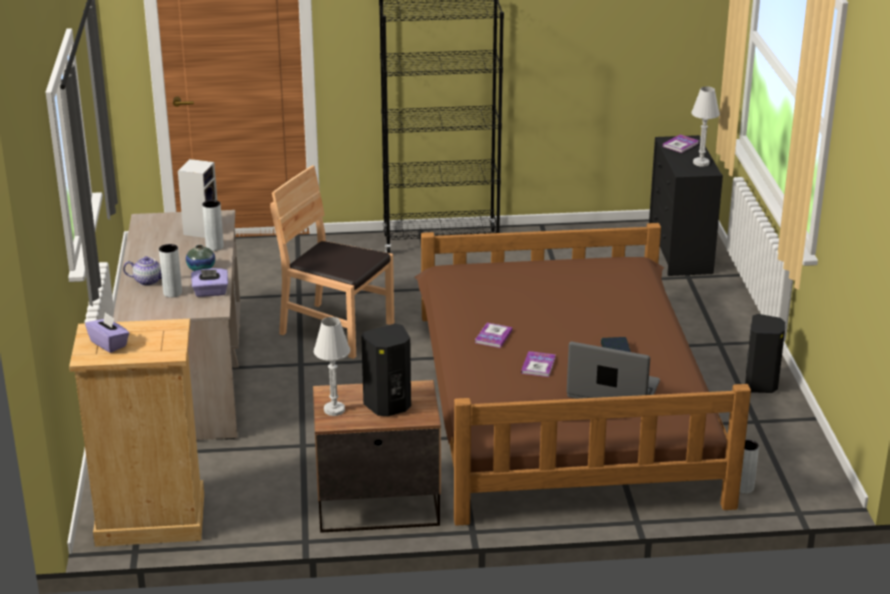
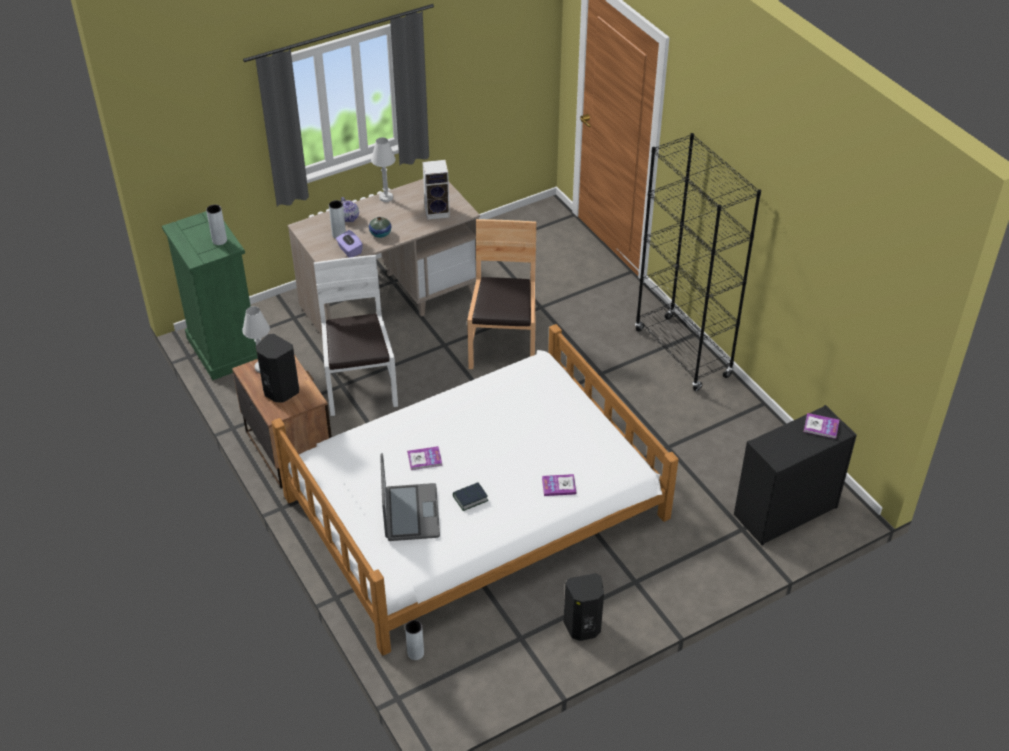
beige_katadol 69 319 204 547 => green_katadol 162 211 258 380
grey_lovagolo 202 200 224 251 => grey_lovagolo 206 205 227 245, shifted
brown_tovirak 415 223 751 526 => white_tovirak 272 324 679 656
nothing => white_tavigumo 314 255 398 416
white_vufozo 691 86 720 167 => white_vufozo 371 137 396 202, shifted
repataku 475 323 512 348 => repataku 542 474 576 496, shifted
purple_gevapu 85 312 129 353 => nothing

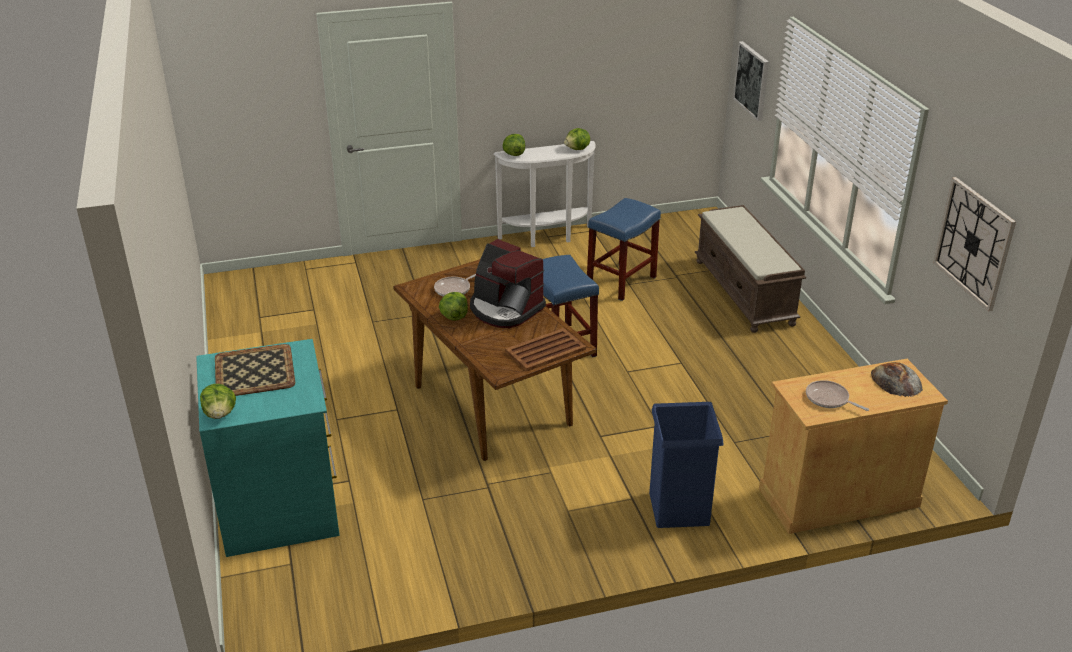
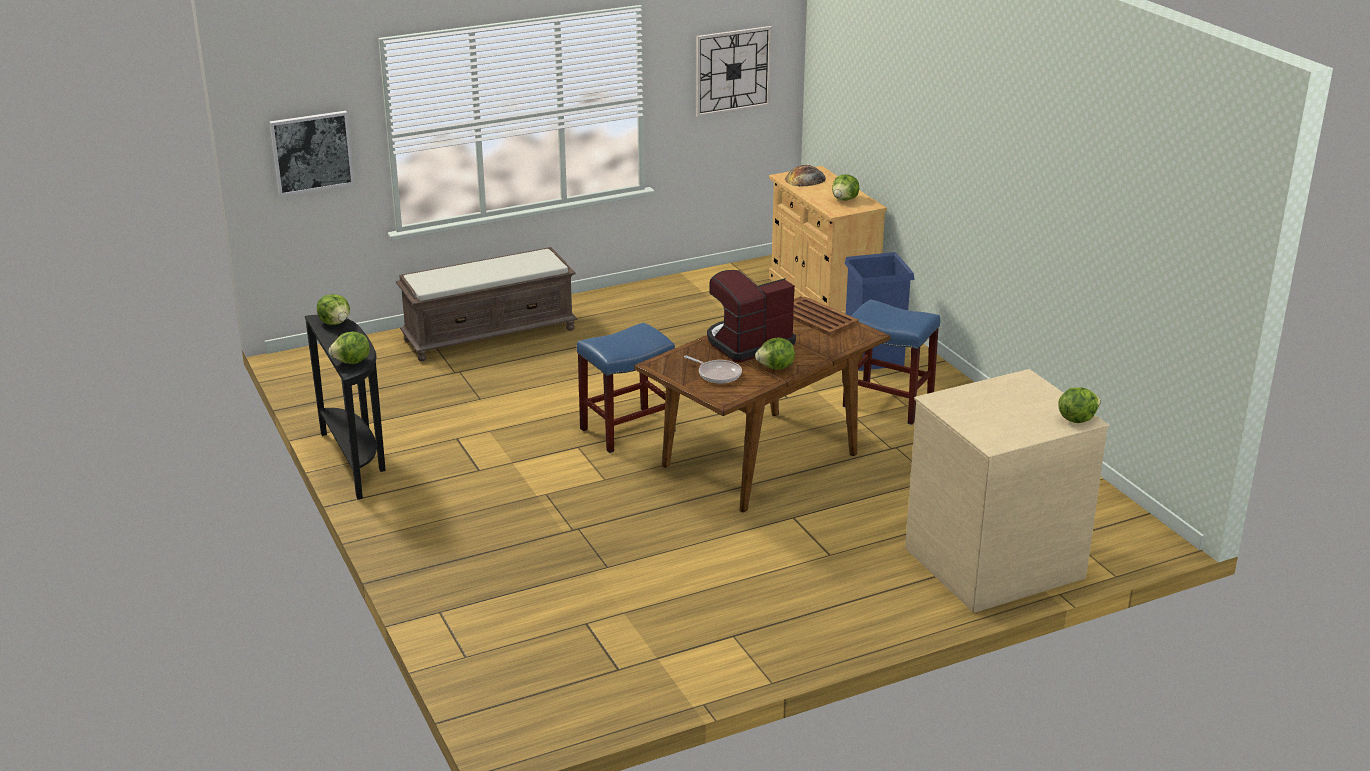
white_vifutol 494 141 596 247 => black_vifutol 305 315 386 499
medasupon 470 239 546 328 => medasupon 707 270 796 362, 150 degrees counterclockwise
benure 806 380 869 411 => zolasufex 832 174 859 200
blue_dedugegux 587 198 661 301 => blue_dedugegux 843 299 940 425, shifted
turquoise_katadol 196 339 340 557 => beige_katadol 905 369 1109 612
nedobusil 215 344 295 396 => nothing

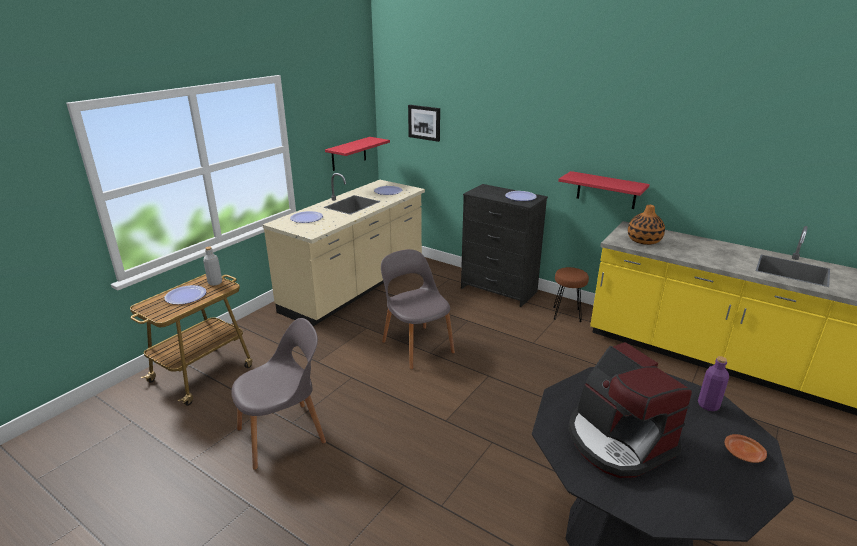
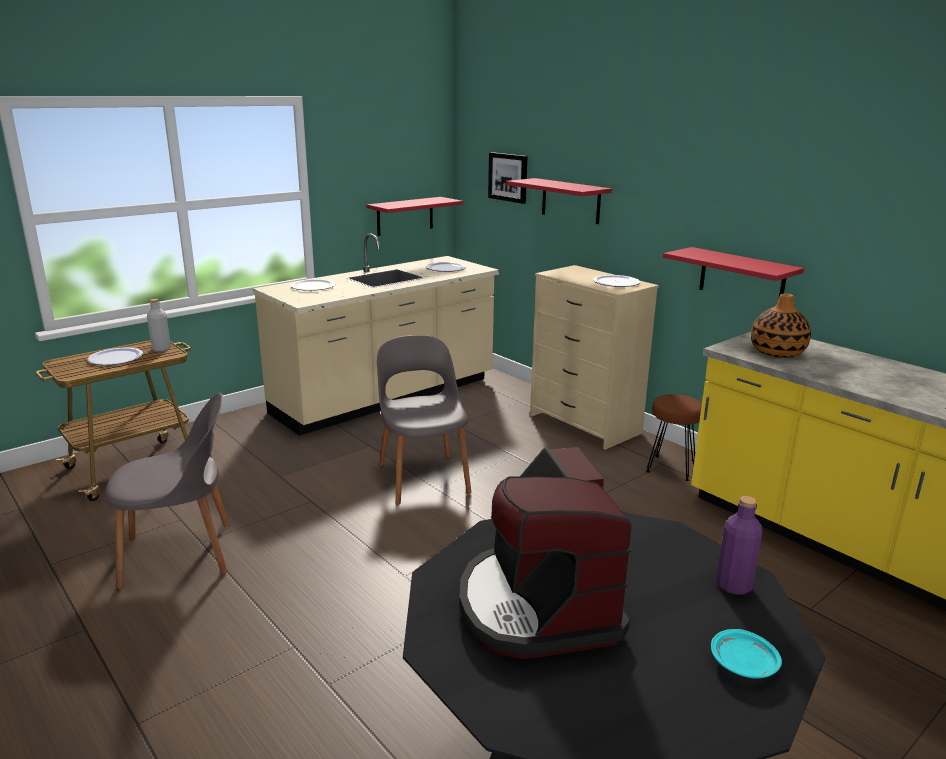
nothing => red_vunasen 506 178 612 224
black_katadol 461 184 548 307 => beige_katadol 530 265 659 450
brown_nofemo 725 434 767 463 => turquoise_nofemo 711 629 782 679

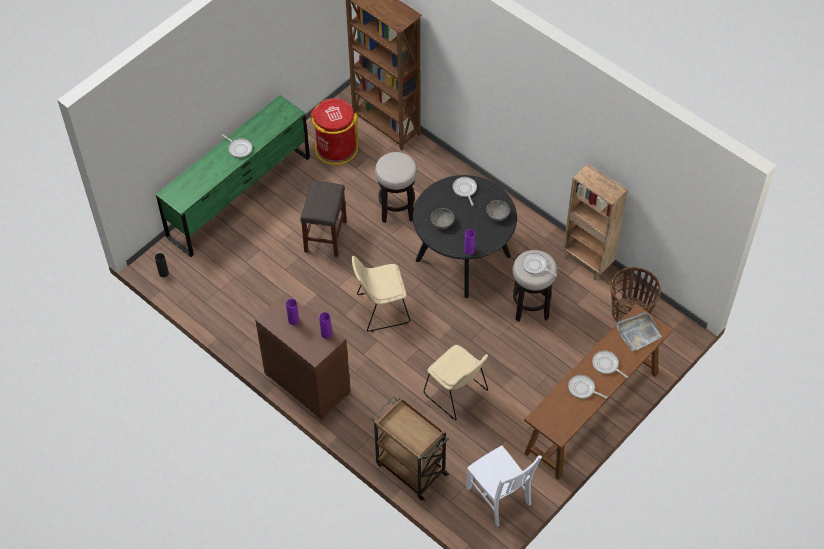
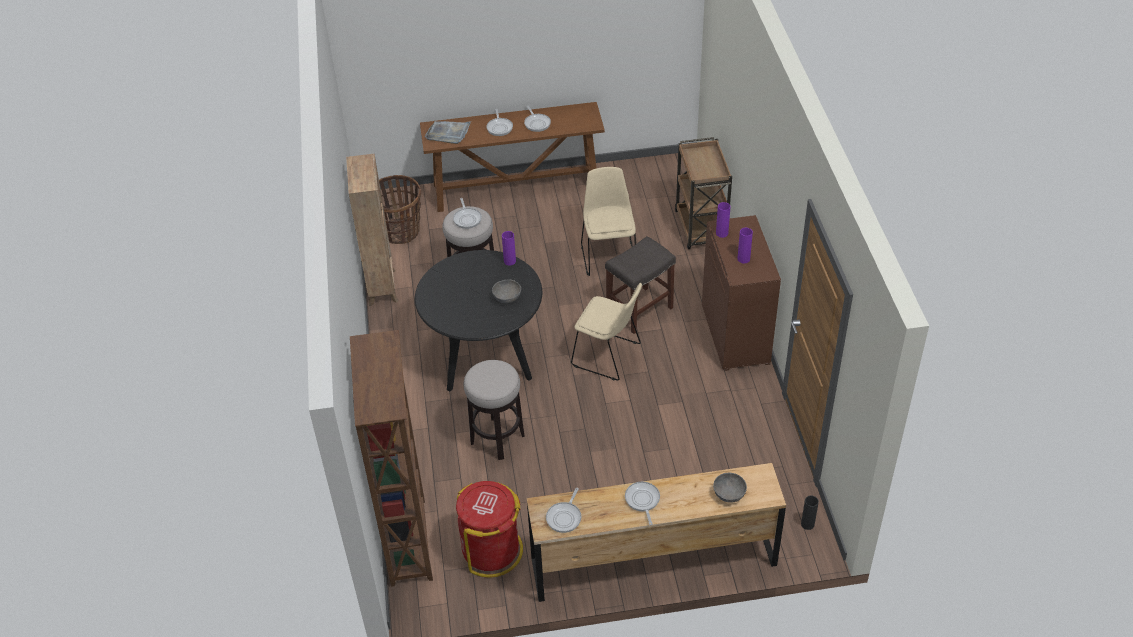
green_katadol 156 95 310 257 => brown_katadol 527 463 786 602
benure 453 177 477 206 => benure 546 488 582 533, shifted
grey_dedugegux 300 181 347 257 => grey_dedugegux 605 236 676 334, shifted
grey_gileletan 486 200 510 221 => grey_gileletan 713 473 747 503, shifted
white_tavigumo 466 445 542 527 => nothing

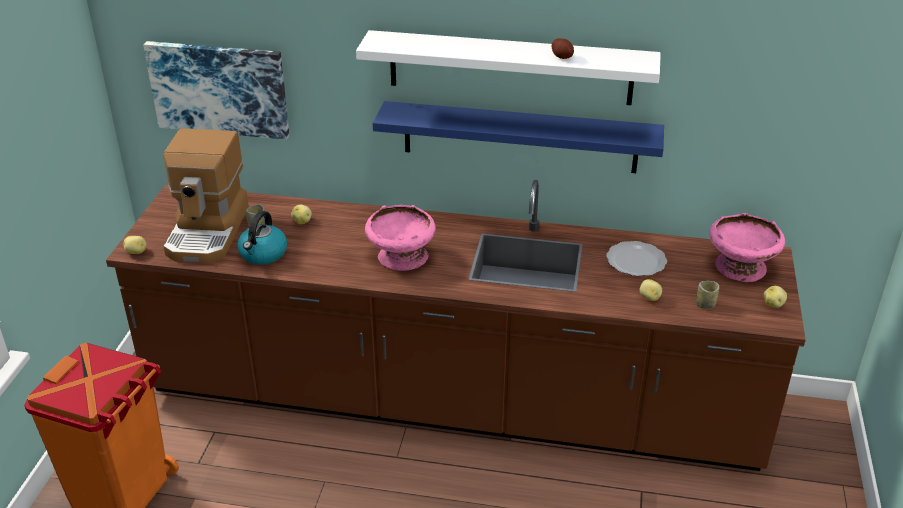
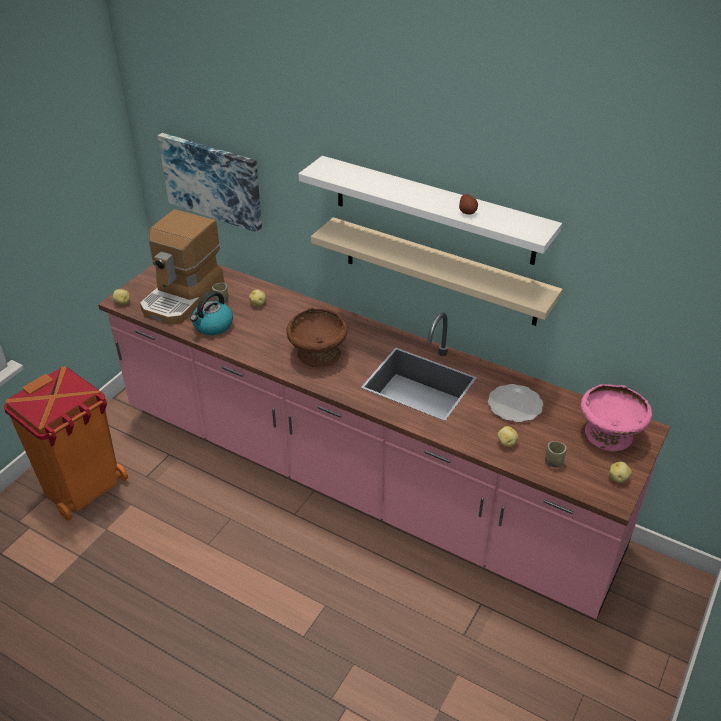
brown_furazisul 106 180 806 471 => pink_furazisul 98 264 670 619
pink_gileletan 365 205 436 271 => brown_gileletan 286 308 347 367
blue_vunasen 373 101 664 173 => beige_vunasen 311 217 562 326

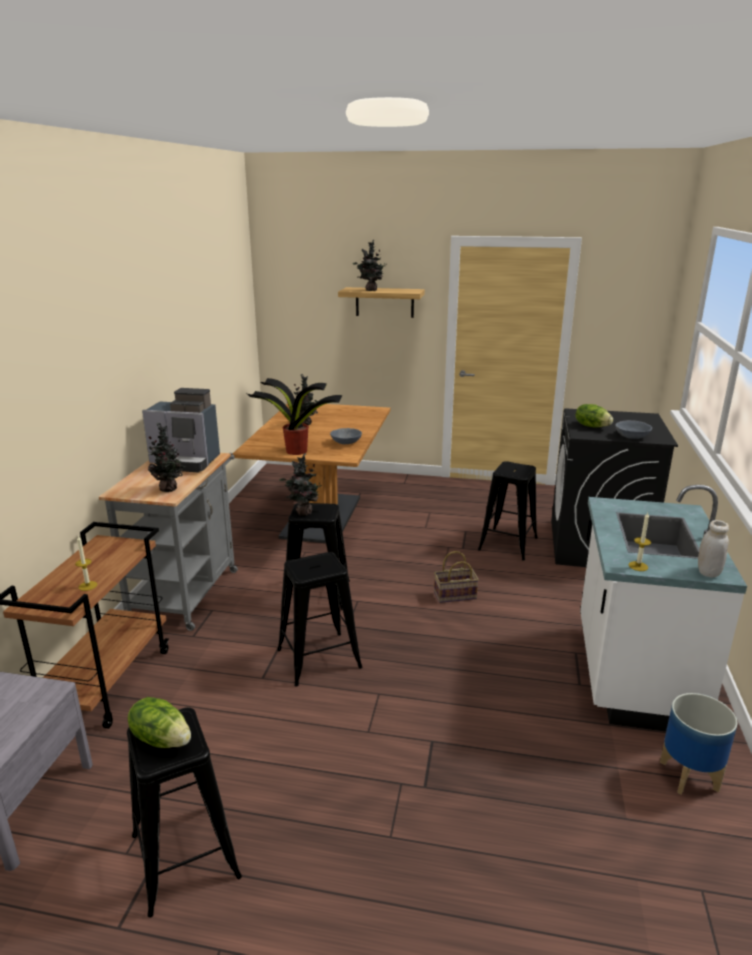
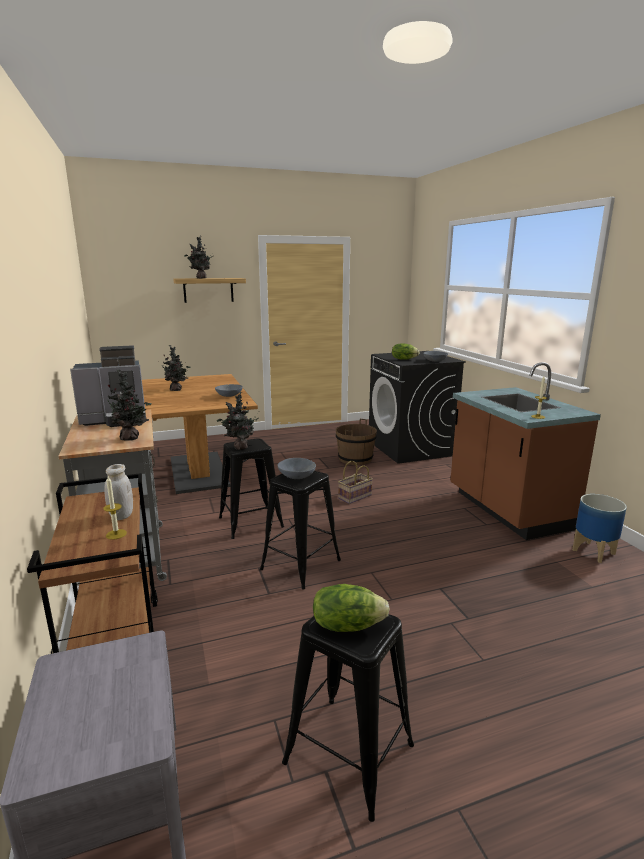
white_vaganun 698 520 729 577 => white_vaganun 104 464 133 520, shifted
nothing => grey_gileletan 277 458 316 479
black_dedugegux 478 461 538 560 => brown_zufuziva 336 419 377 465
white_furazisul 580 485 747 732 => brown_furazisul 450 362 601 540
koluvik 247 378 343 455 => nothing

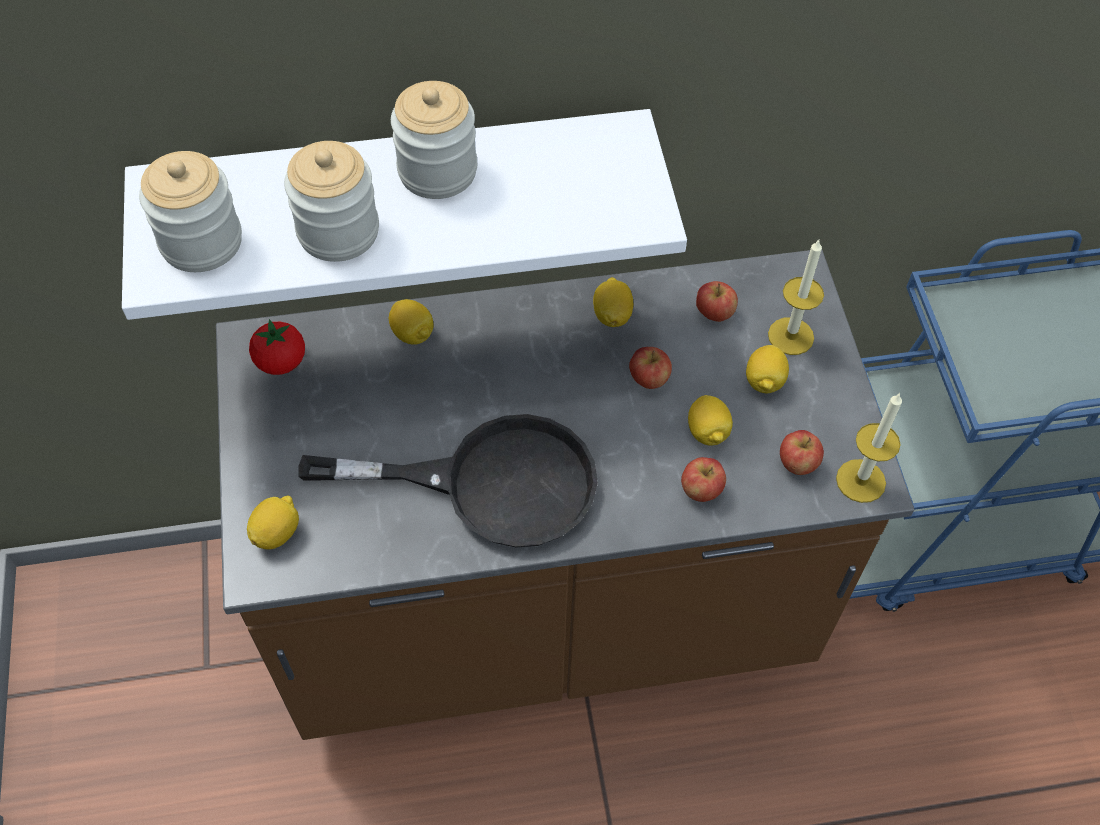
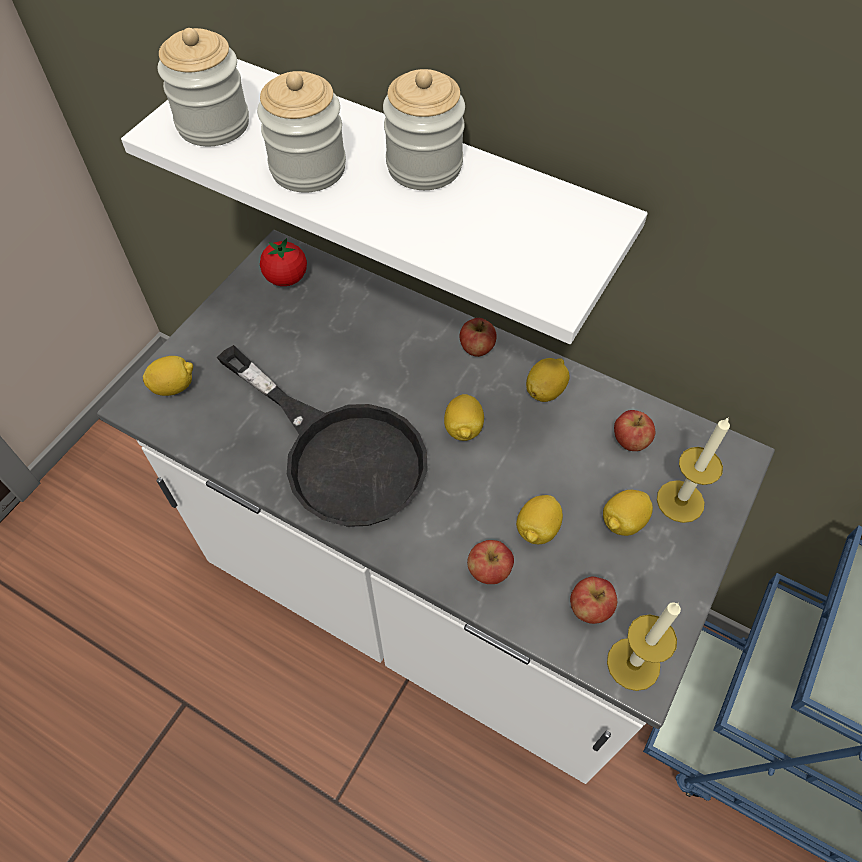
brown_furazisul 216 250 914 740 => white_furazisul 97 230 775 784
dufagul 389 299 433 345 => dufagul 444 394 484 441, shifted
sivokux 629 347 672 389 => sivokux 459 318 497 357, shifted

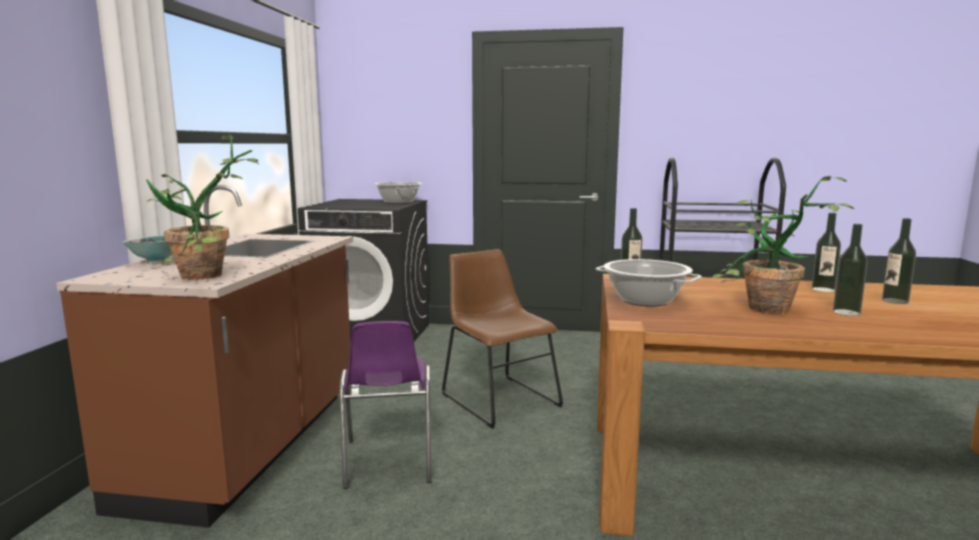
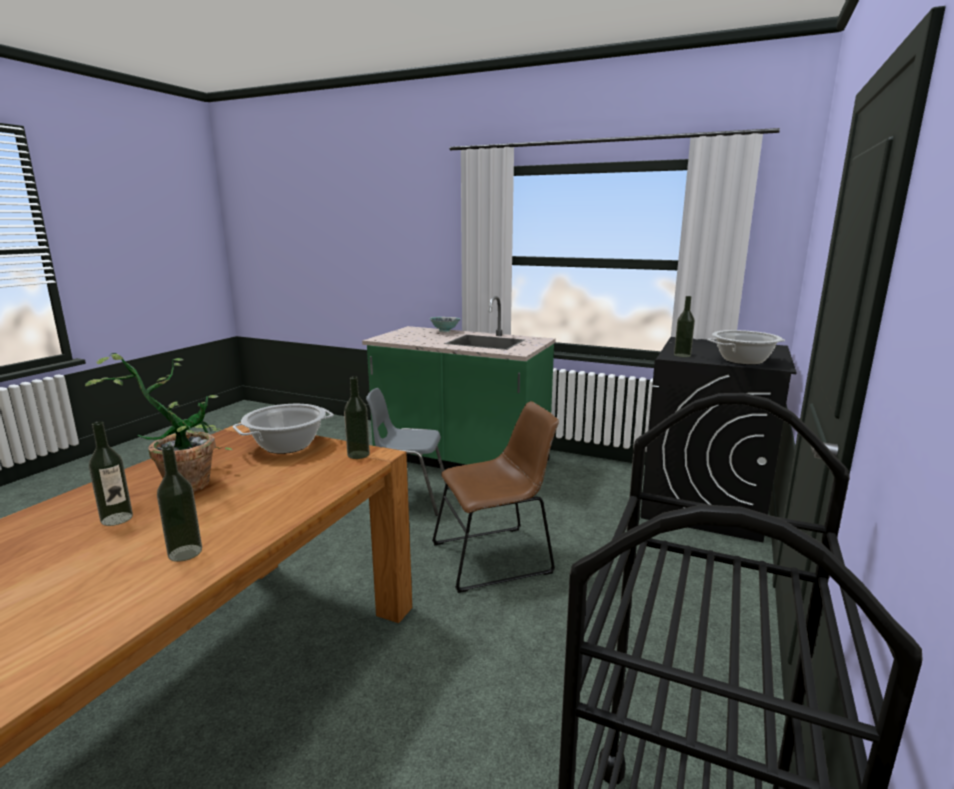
brown_furazisul 56 185 353 528 => green_furazisul 362 296 556 469
purple_tavigumo 339 321 432 489 => grey_tavigumo 366 388 449 516
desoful 882 218 916 304 => desoful 674 296 695 357, shifted
koluvik 146 134 259 280 => nothing

